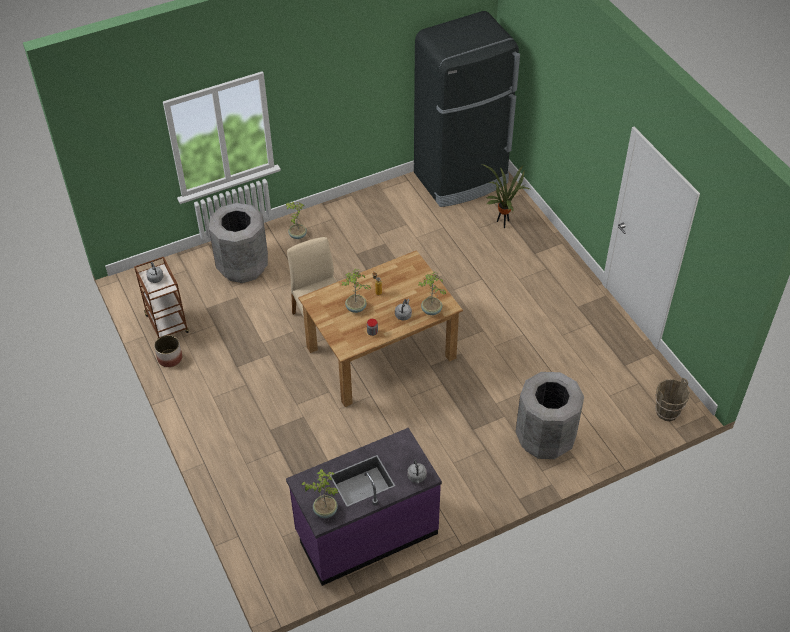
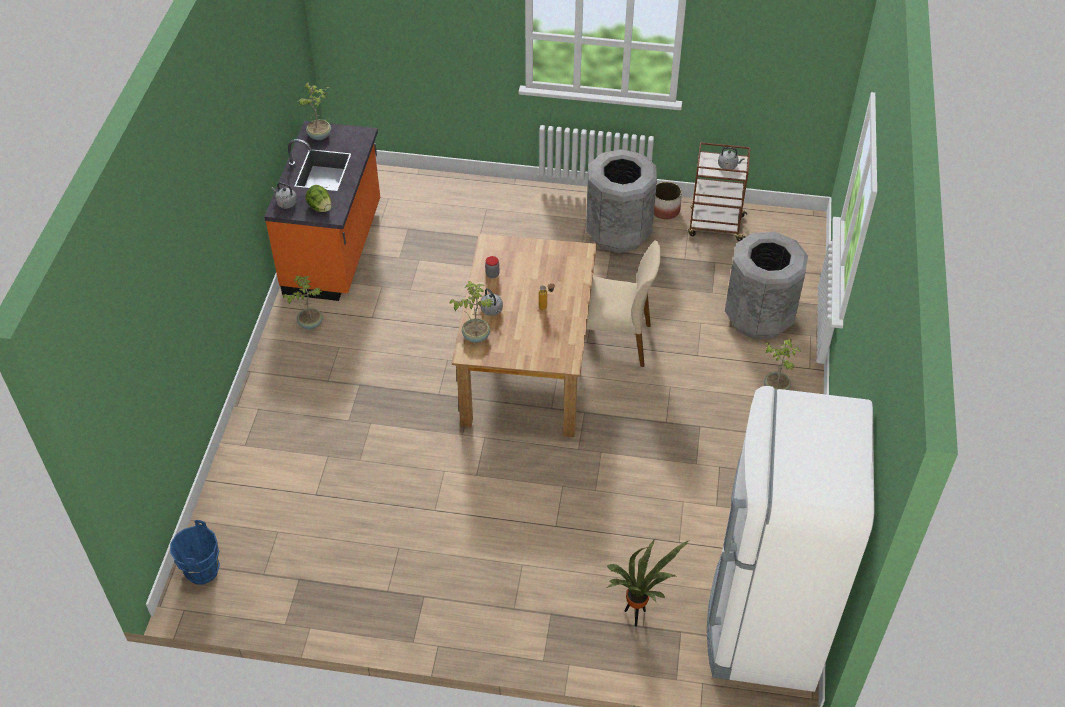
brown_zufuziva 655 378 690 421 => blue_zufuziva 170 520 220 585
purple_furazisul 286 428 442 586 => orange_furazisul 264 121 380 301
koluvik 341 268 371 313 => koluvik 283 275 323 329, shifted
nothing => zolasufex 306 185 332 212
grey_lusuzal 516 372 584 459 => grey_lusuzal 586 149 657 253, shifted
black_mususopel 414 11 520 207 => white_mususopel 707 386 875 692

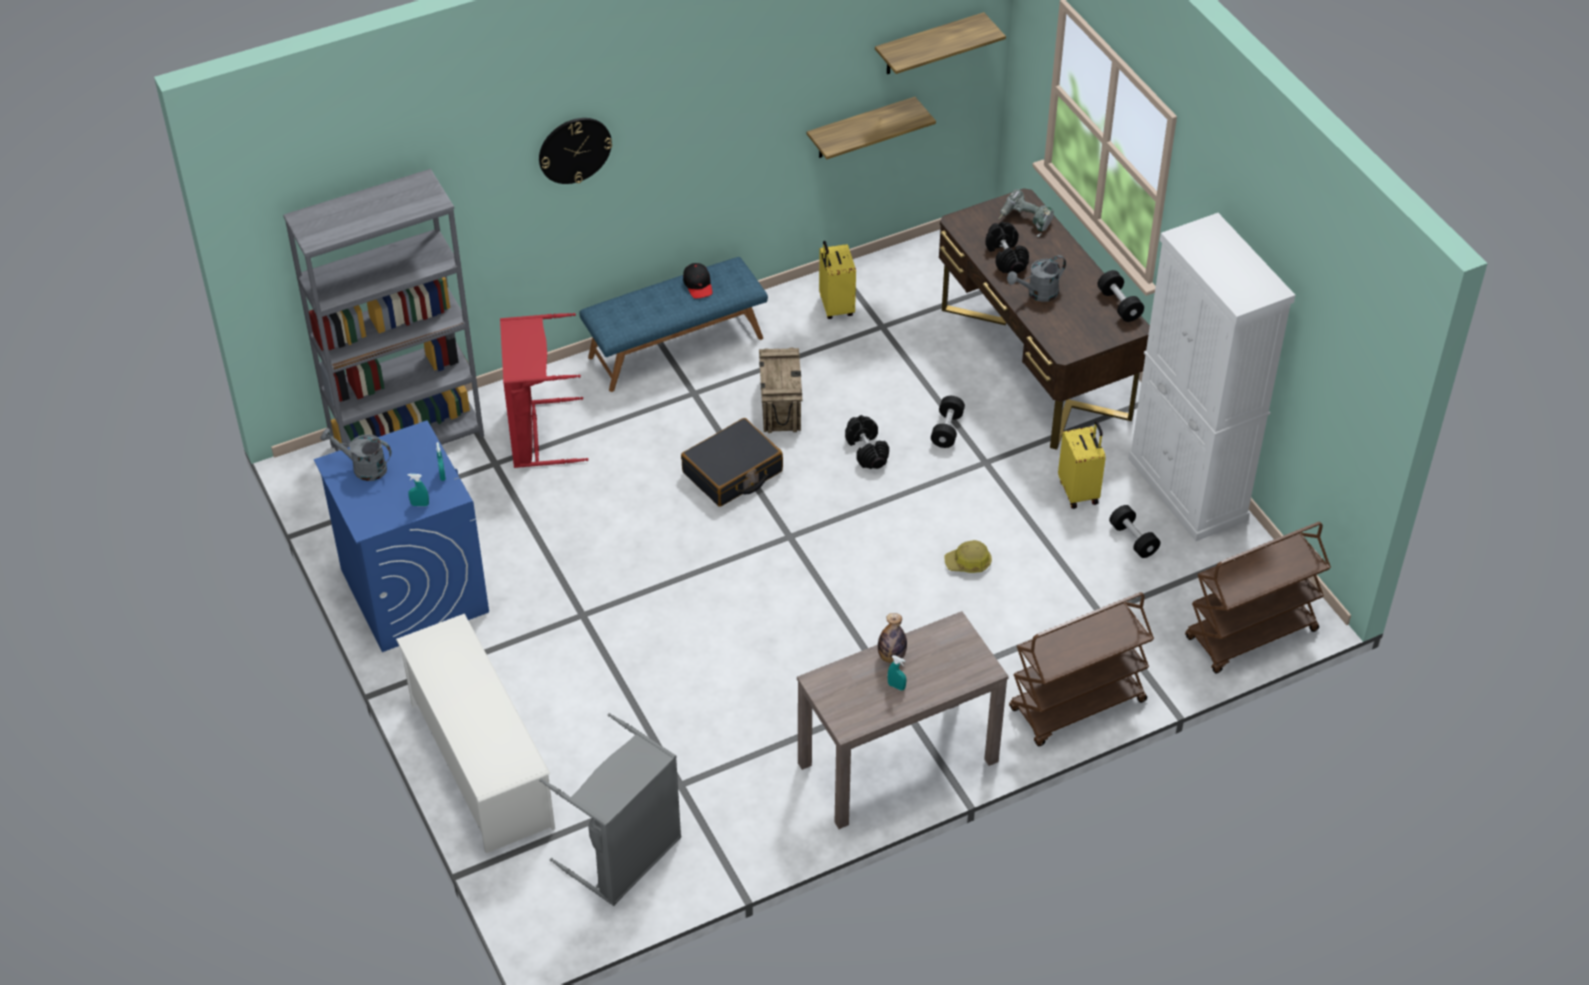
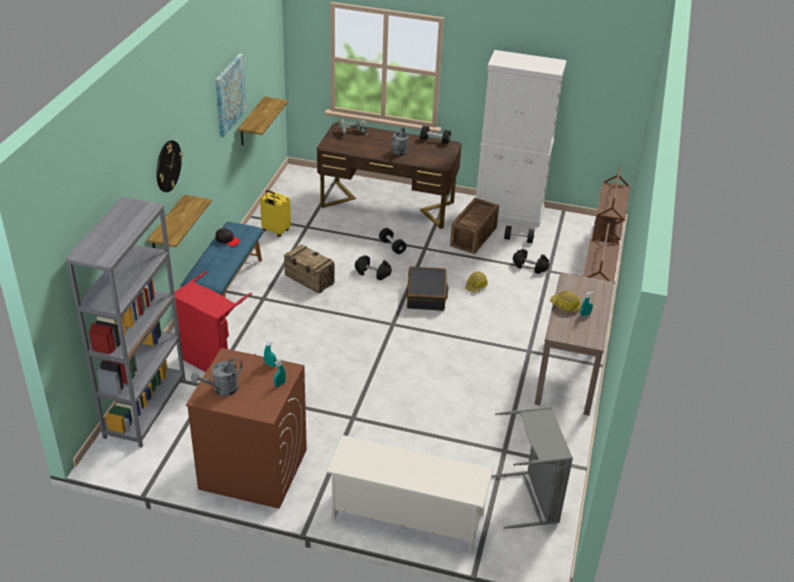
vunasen 875 12 1006 74 => vunasen 147 195 212 248, shifted
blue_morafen 314 421 489 652 => brown_morafen 186 348 307 509
nothing => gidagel 215 54 247 137
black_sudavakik 681 418 783 507 => black_sudavakik 407 266 449 311, shifted
yellow_sudavakik 1058 421 1106 509 => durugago 450 198 499 254
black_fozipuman 985 222 1029 273 => black_fozipuman 513 249 550 274, shifted
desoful 878 613 907 663 => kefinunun 550 291 581 312

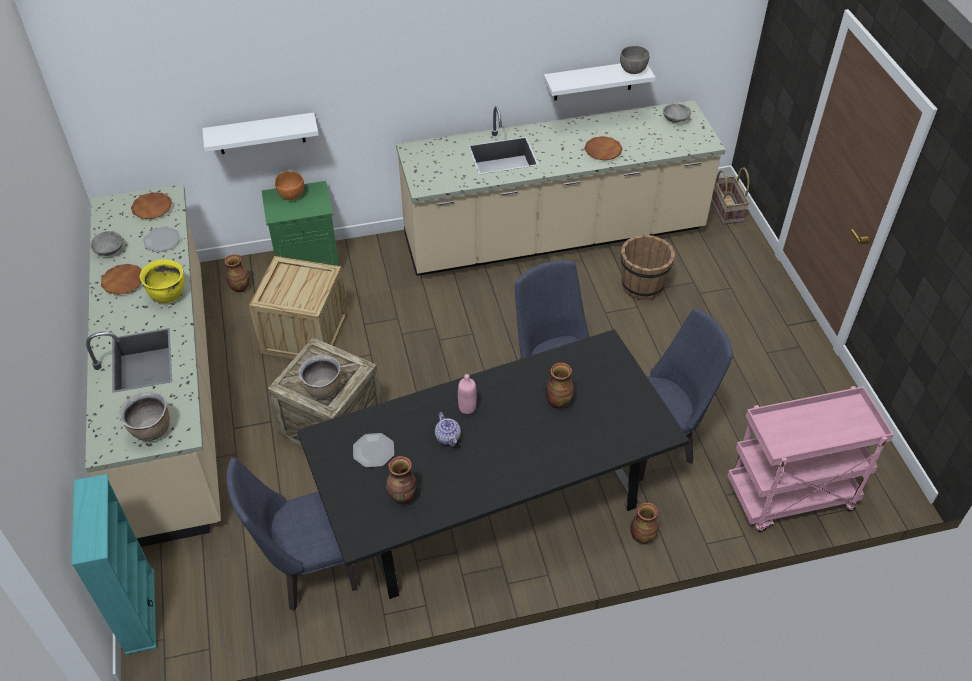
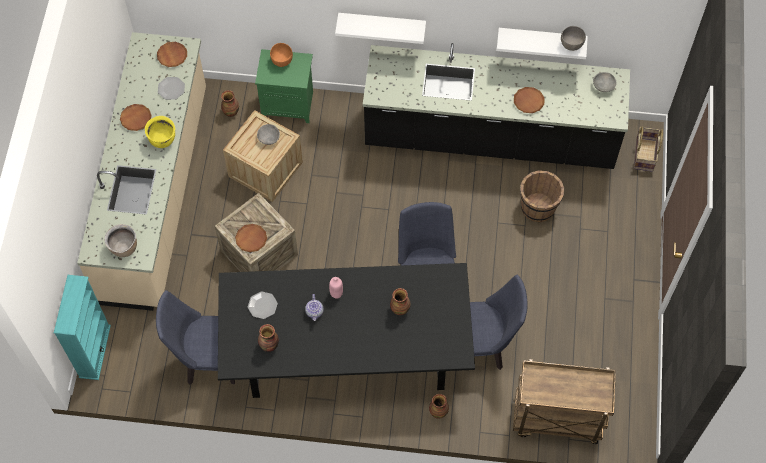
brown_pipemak 298 355 341 399 => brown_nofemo 235 224 267 252
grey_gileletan 91 231 123 256 => grey_gileletan 257 124 280 145, shifted
white_vunasen 202 112 319 154 => white_vunasen 335 13 426 44, shifted
beige_furazisul 396 100 726 276 => black_furazisul 363 43 630 169
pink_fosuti 727 386 894 532 => brown_fosuti 513 359 616 444

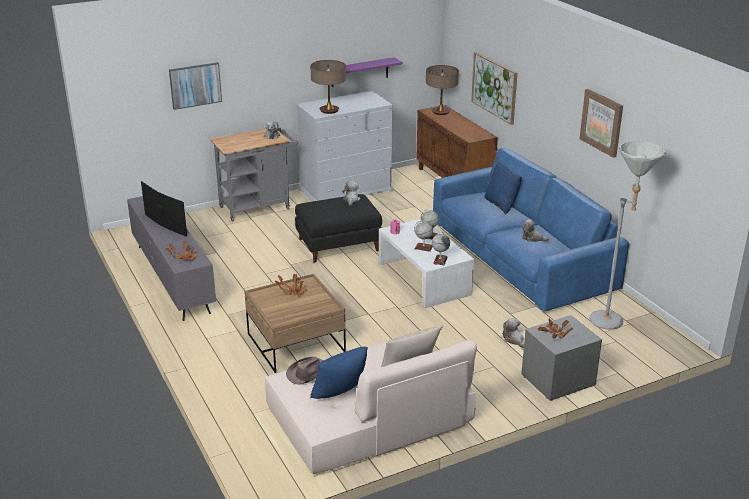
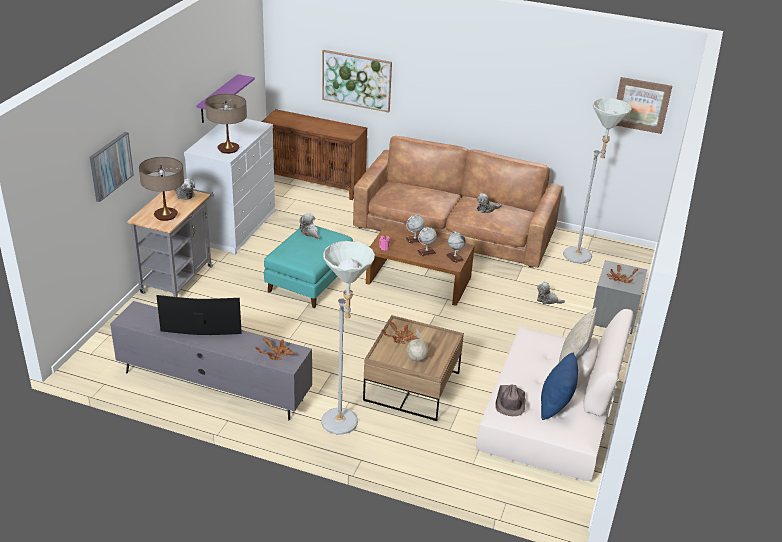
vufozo 426 65 459 115 => vufozo 139 157 184 221, shifted
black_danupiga 295 194 382 263 => turquoise_danupiga 264 225 353 308
nothing => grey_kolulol 321 241 375 435
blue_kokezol 433 148 629 312 => brown_kokezol 353 136 562 268
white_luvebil 379 219 474 308 => brown_luvebil 366 225 475 306
nothing => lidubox 406 330 429 361
gidagel 580 89 623 158 => gidagel 616 77 672 134, shifted
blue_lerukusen 484 162 522 214 => nothing

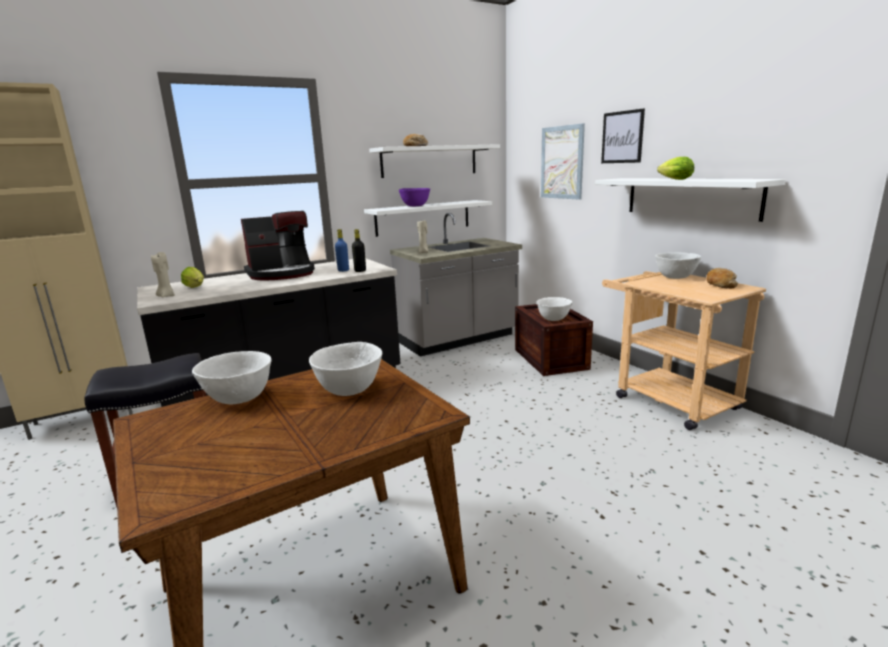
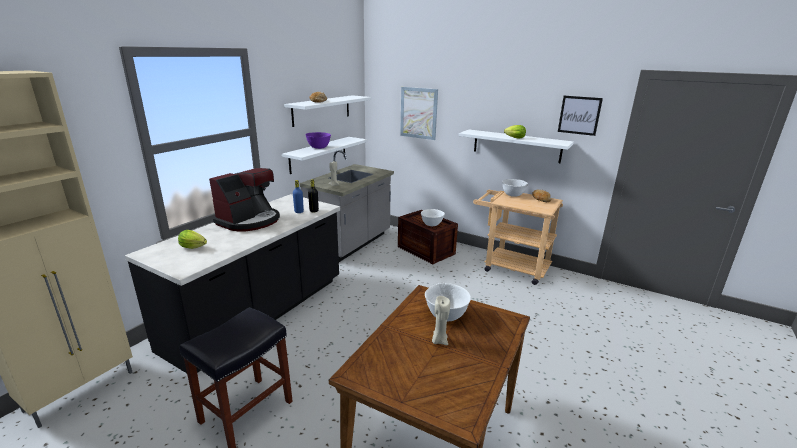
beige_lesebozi 151 252 175 297 => beige_lesebozi 432 296 450 345, shifted
gidagel 601 108 645 163 => gidagel 558 96 603 136, shifted
white_gileletan 192 351 271 404 => nothing

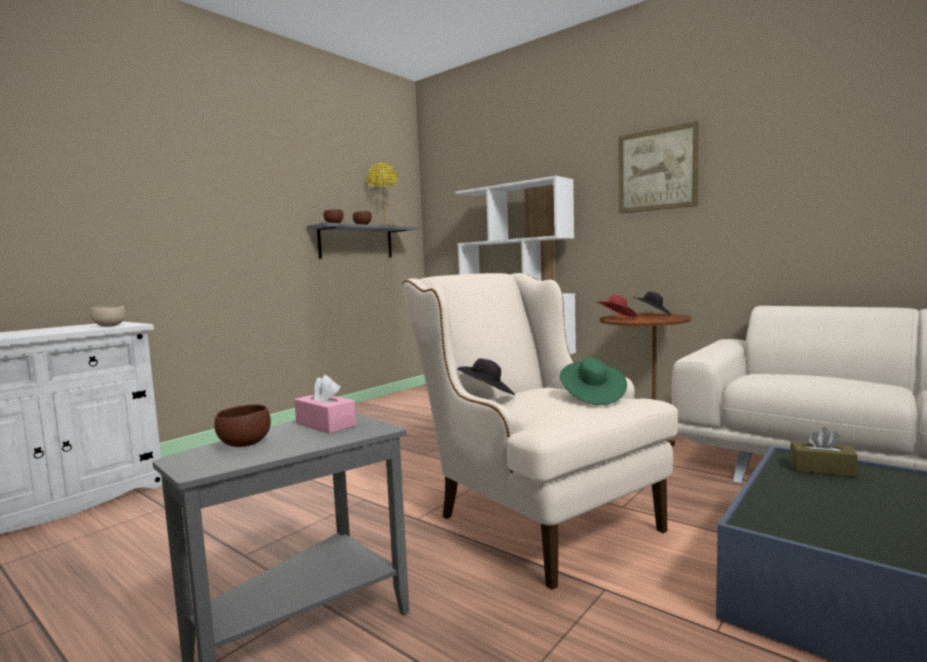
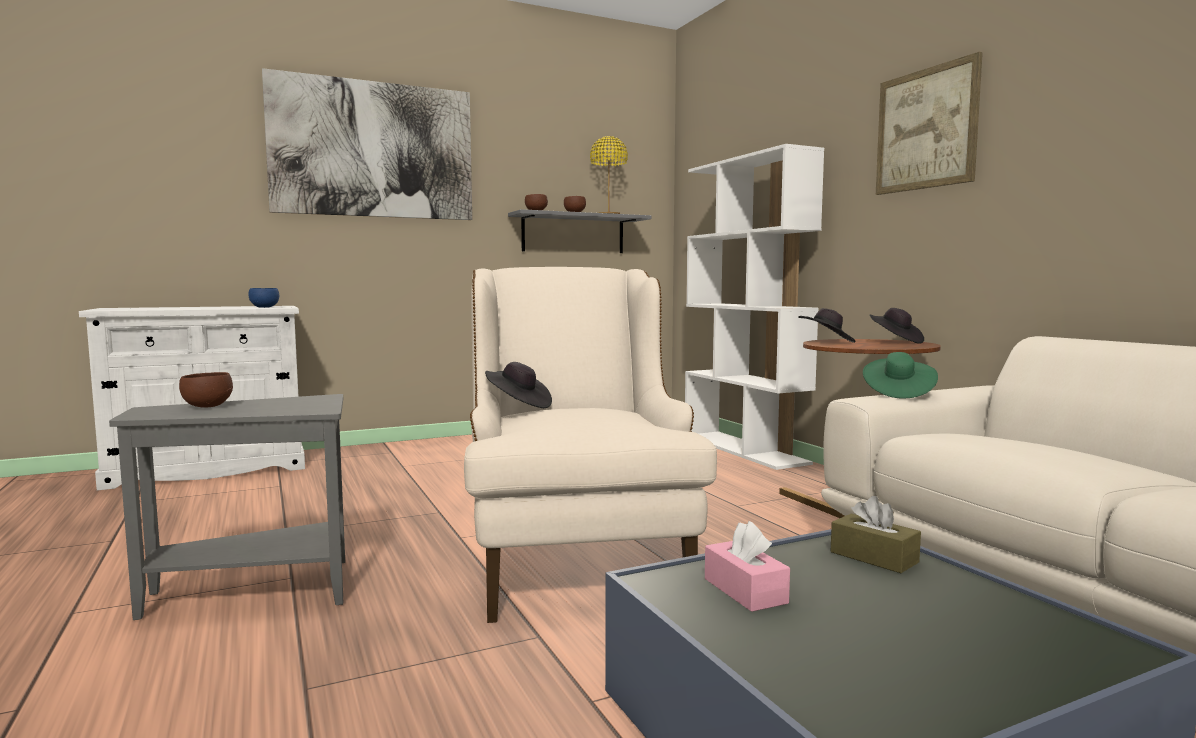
beige_gileletan 90 305 126 327 => blue_gileletan 248 288 279 308
nothing => gidagel 262 68 472 220
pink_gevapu 294 375 356 434 => pink_gevapu 705 521 790 612, shifted
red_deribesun 597 295 638 318 => black_deribesun 798 308 856 343
green_deribesun 560 358 627 405 => green_deribesun 863 352 938 399, shifted

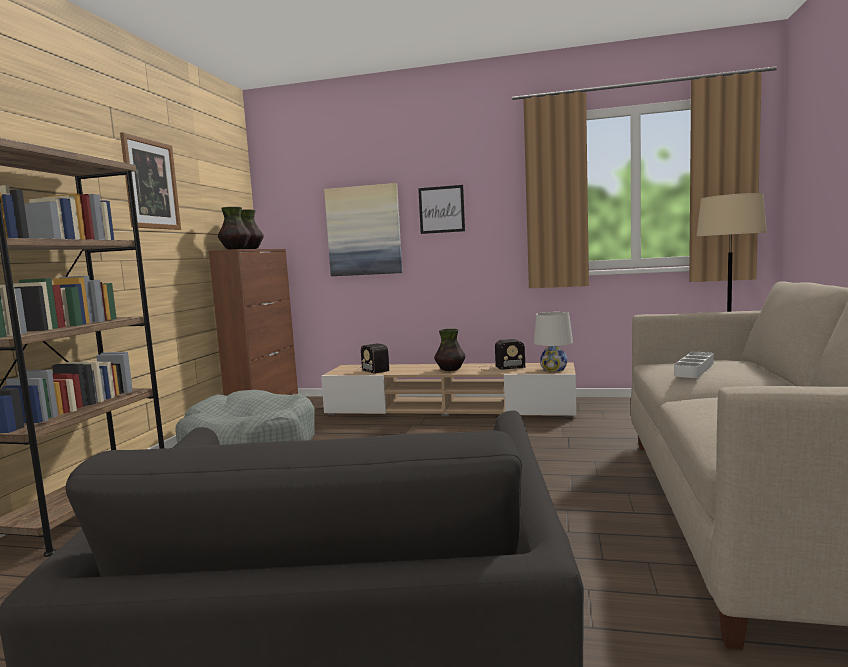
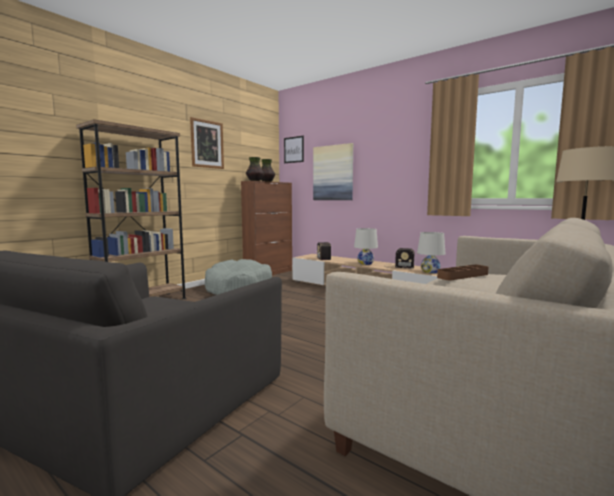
gidagel 418 185 465 234 => gidagel 284 136 304 163, shifted
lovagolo 434 329 466 371 => white_vufozo 354 228 378 265
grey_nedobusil 674 352 714 378 => brown_nedobusil 437 265 489 280

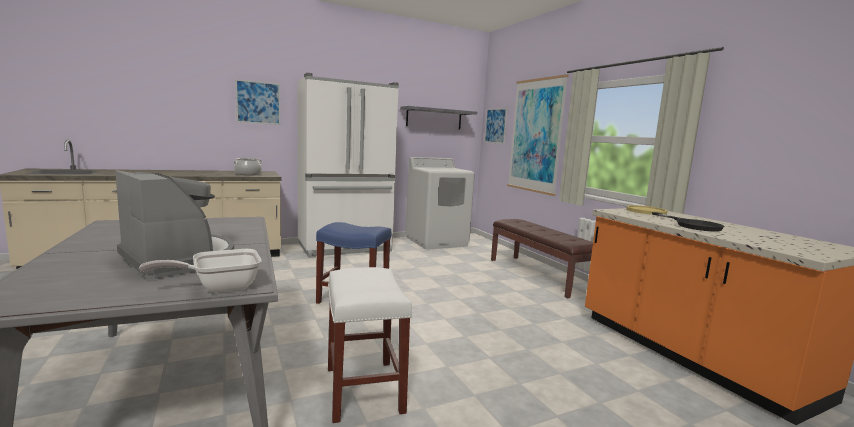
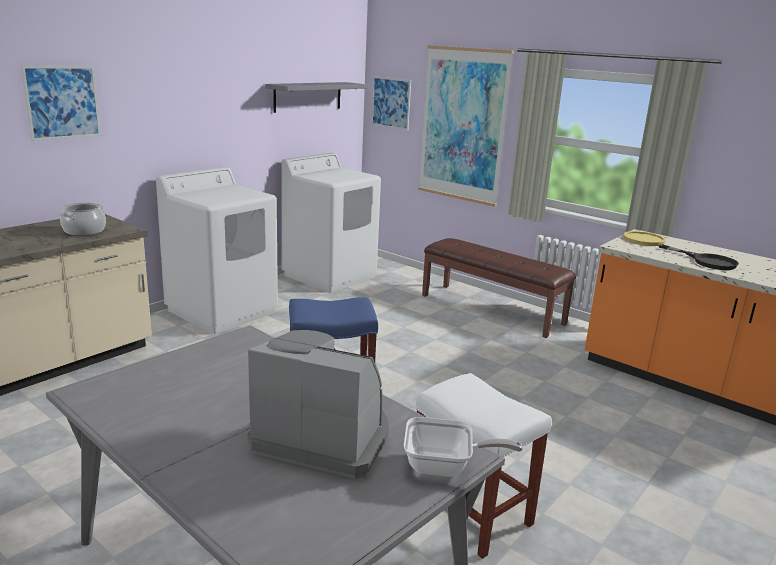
white_mususopel 297 73 399 258 => white_morafen 156 167 278 334
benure 139 249 261 293 => benure 404 417 523 477, 120 degrees counterclockwise

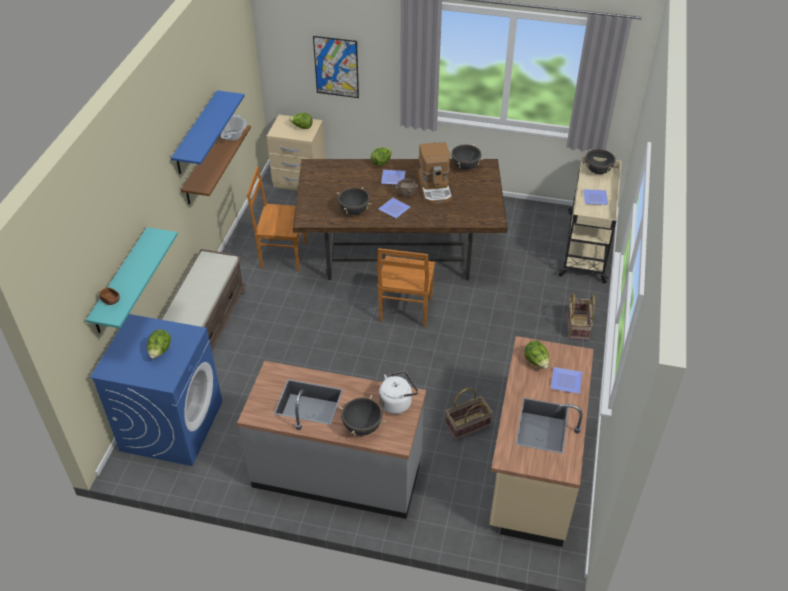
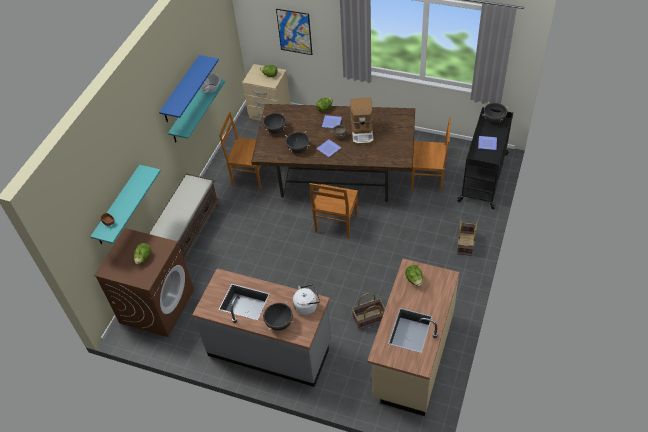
blue_morafen 90 314 223 466 => brown_morafen 94 228 194 337
brown_vunasen 181 125 251 205 => turquoise_vunasen 168 79 225 142
black_pipemak 449 144 483 170 => black_pipemak 263 113 286 134, shifted
nothing => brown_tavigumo 411 117 451 193
beige_fosuti 558 156 622 283 => black_fosuti 457 107 513 209
nofemo 551 367 582 394 => nothing

